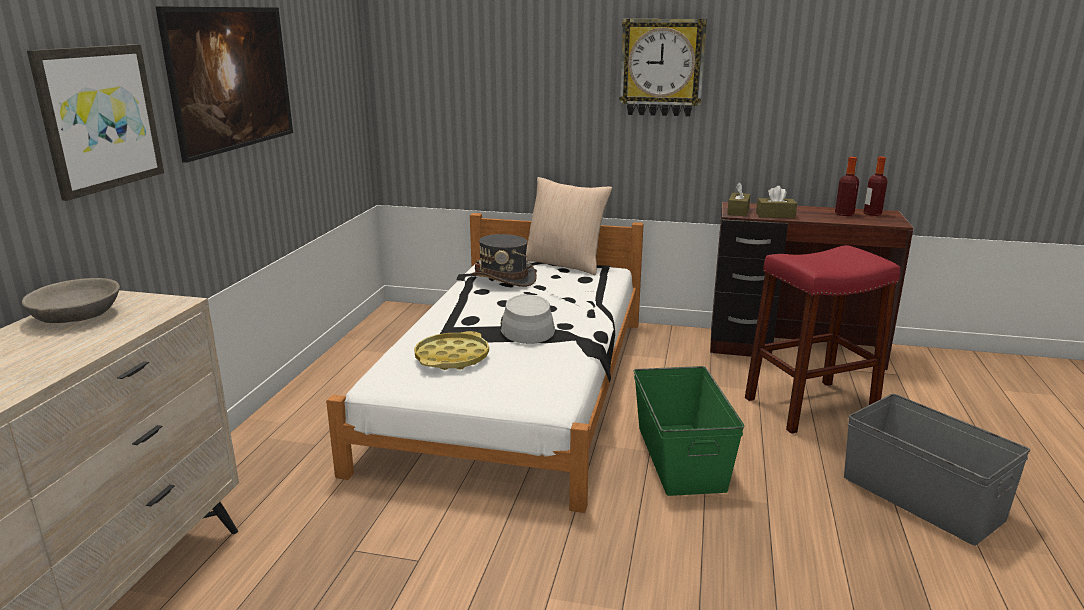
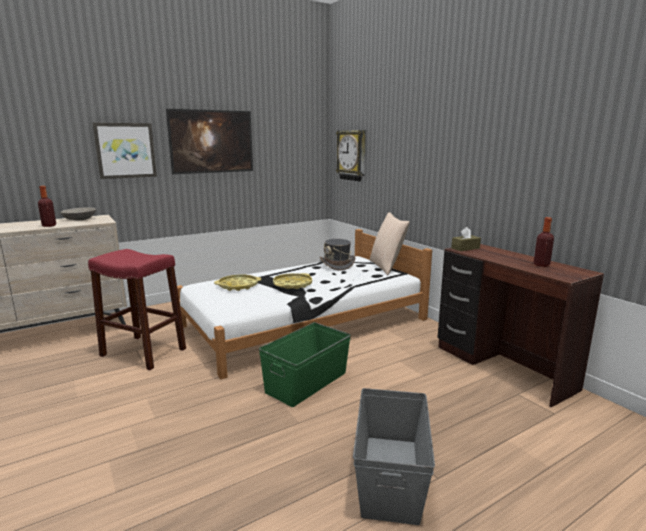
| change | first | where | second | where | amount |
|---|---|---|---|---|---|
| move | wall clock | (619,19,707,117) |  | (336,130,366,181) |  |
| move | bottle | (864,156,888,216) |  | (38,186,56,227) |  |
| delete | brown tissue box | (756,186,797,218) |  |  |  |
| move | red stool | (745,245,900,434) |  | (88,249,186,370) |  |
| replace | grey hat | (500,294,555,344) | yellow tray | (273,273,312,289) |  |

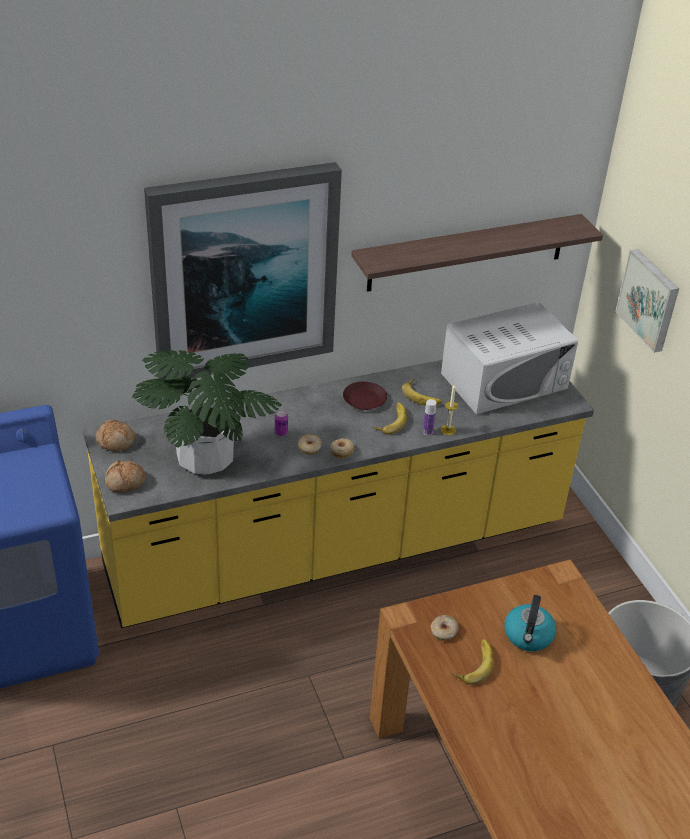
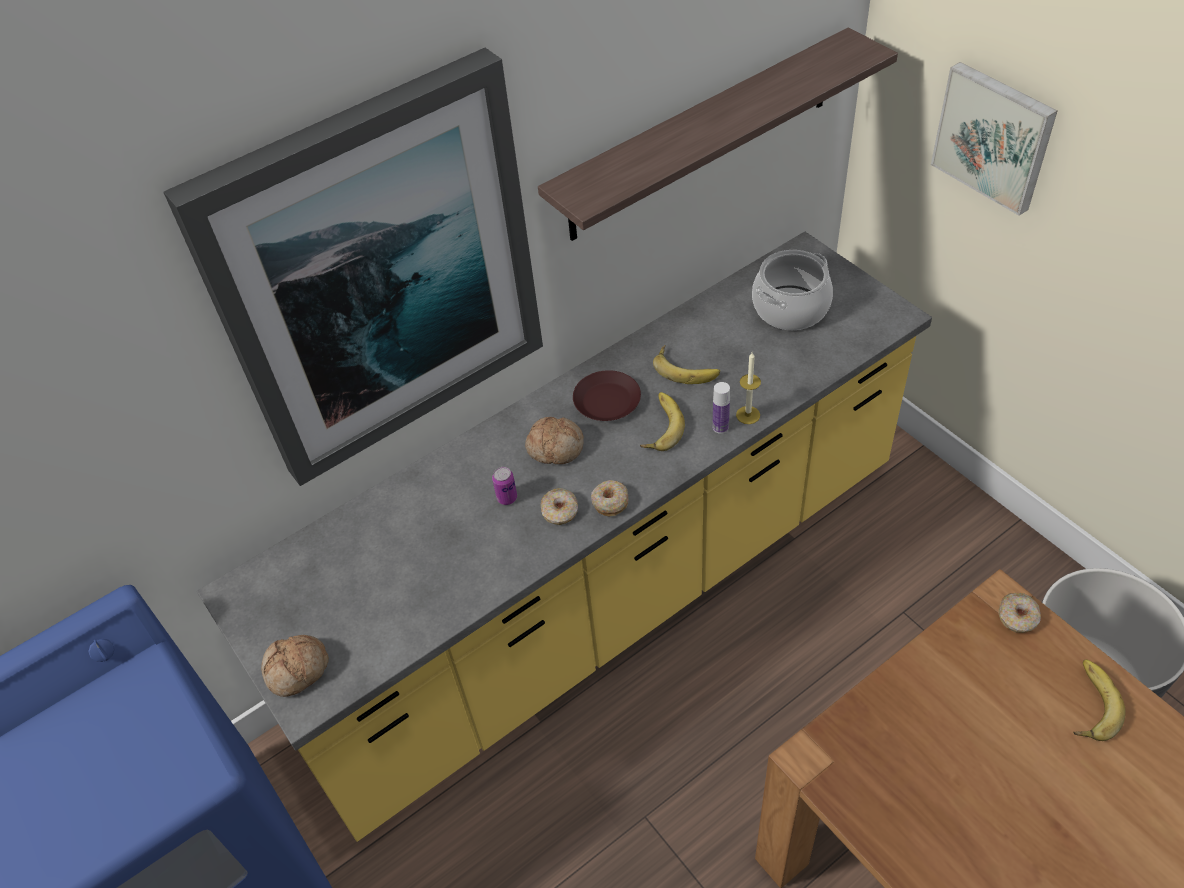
| change | first | where | second | where | amount |
|---|---|---|---|---|---|
| replace | white microwave | (441,302,578,414) | cooking pot | (752,250,833,330) |  |
| delete | potted plant | (132,350,282,475) |  |  |  |
| move | bread | (95,420,135,452) |  | (525,417,584,464) |  |
| delete | kettle | (504,595,556,651) |  |  |  |
| move | donut | (430,615,458,641) |  | (998,593,1041,633) |  |
| move | banana | (453,639,494,685) |  | (1073,659,1125,741) |  |

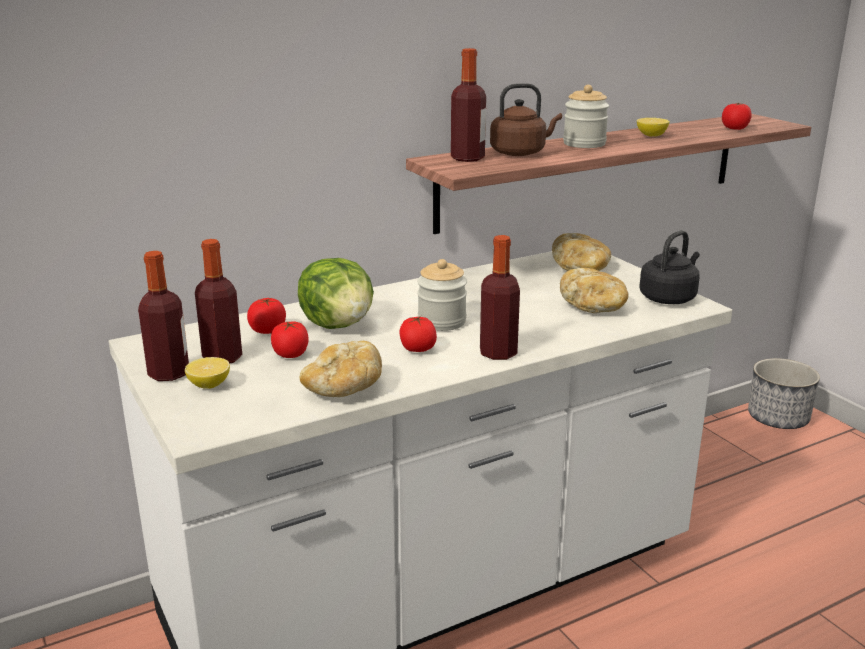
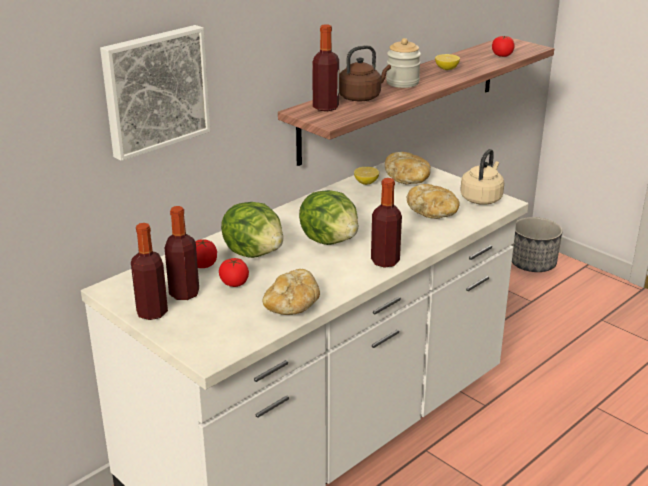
| change | first | where | second | where | amount |
|---|---|---|---|---|---|
| recolor | black kettle | (639,230,700,304) | beige kettle | (460,149,504,205) |  |
| replace | jar | (417,259,467,331) | lettuce | (299,190,358,245) |  |
| delete | tomato | (399,316,437,352) |  |  |  |
| move | lemon | (185,357,230,389) |  | (354,167,379,185) |  |
| insert |  |  | picture | (100,25,210,161) |  |

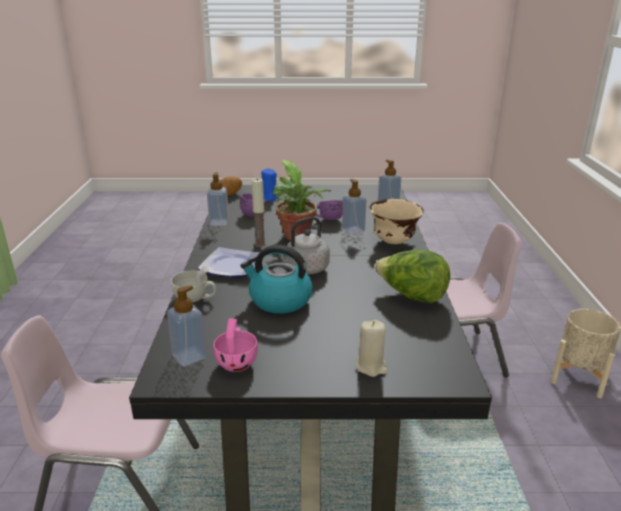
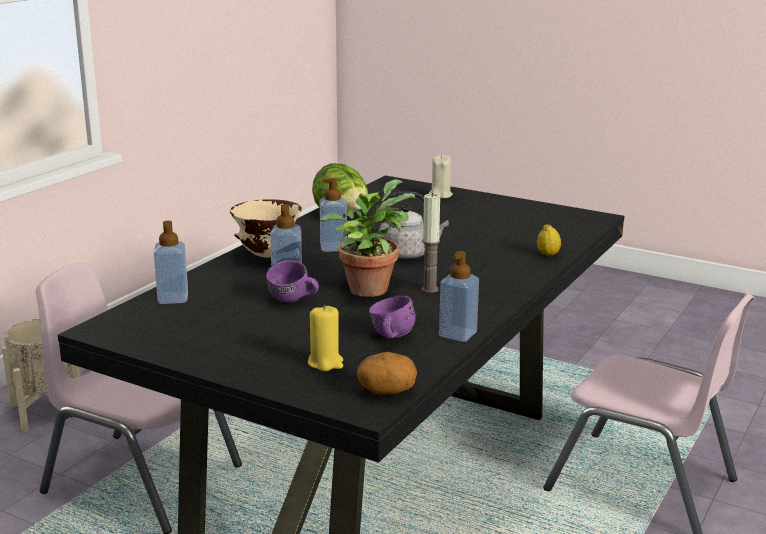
| change | first | where | second | where | amount |
|---|---|---|---|---|---|
| recolor | blue candle | (261,169,279,201) | yellow candle | (308,305,343,371) |  |
| delete | kettle | (241,245,313,314) |  |  |  |
| delete | plate | (198,247,260,277) |  |  |  |
| replace | white cup | (171,266,216,302) | lemon | (537,224,561,256) |  |
| move | soap dispenser | (167,285,206,366) |  | (320,178,347,252) |  |
| delete | pink cup | (214,318,258,372) |  |  |  |

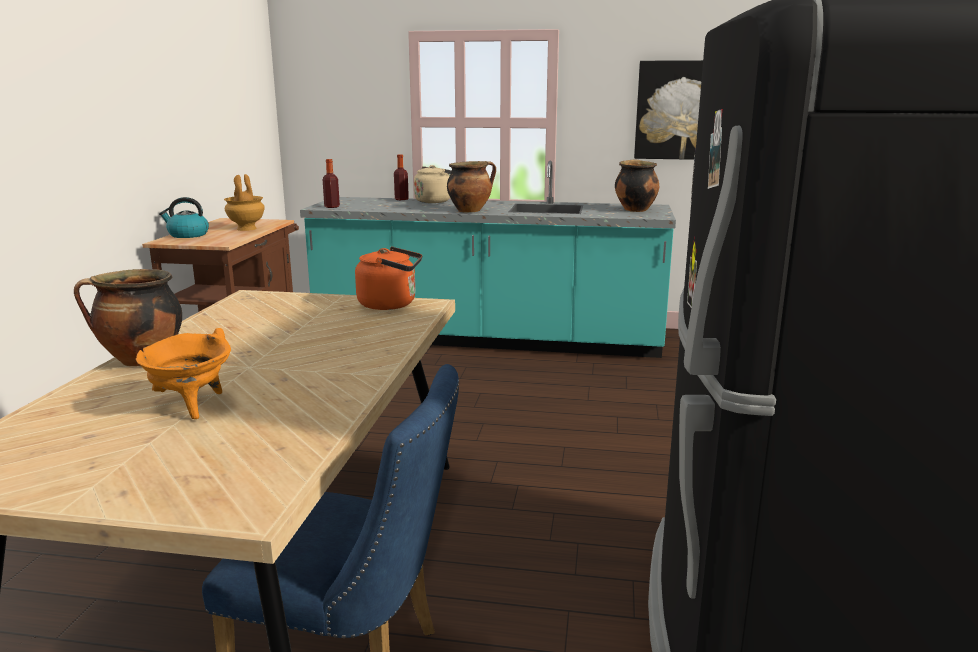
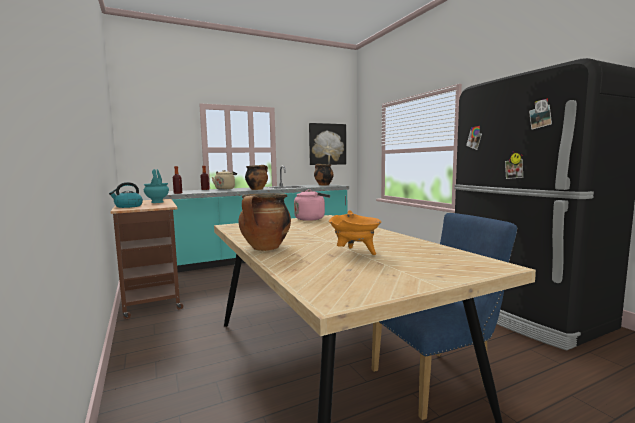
| change | first | where | second | where | amount |
|---|---|---|---|---|---|
| recolor | brown vase | (224,174,265,231) | turquoise vase | (144,169,169,203) |  |
| recolor | orange kettle | (355,247,422,310) | pink kettle | (294,189,330,221) |  |

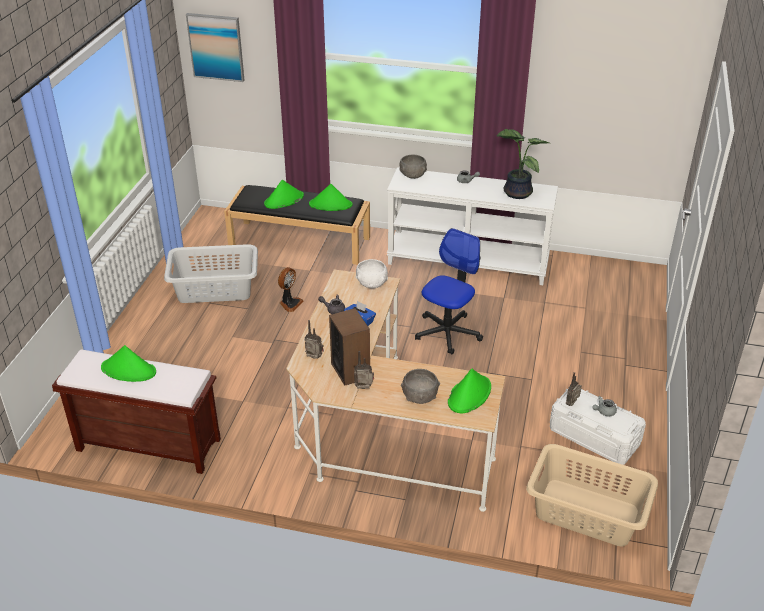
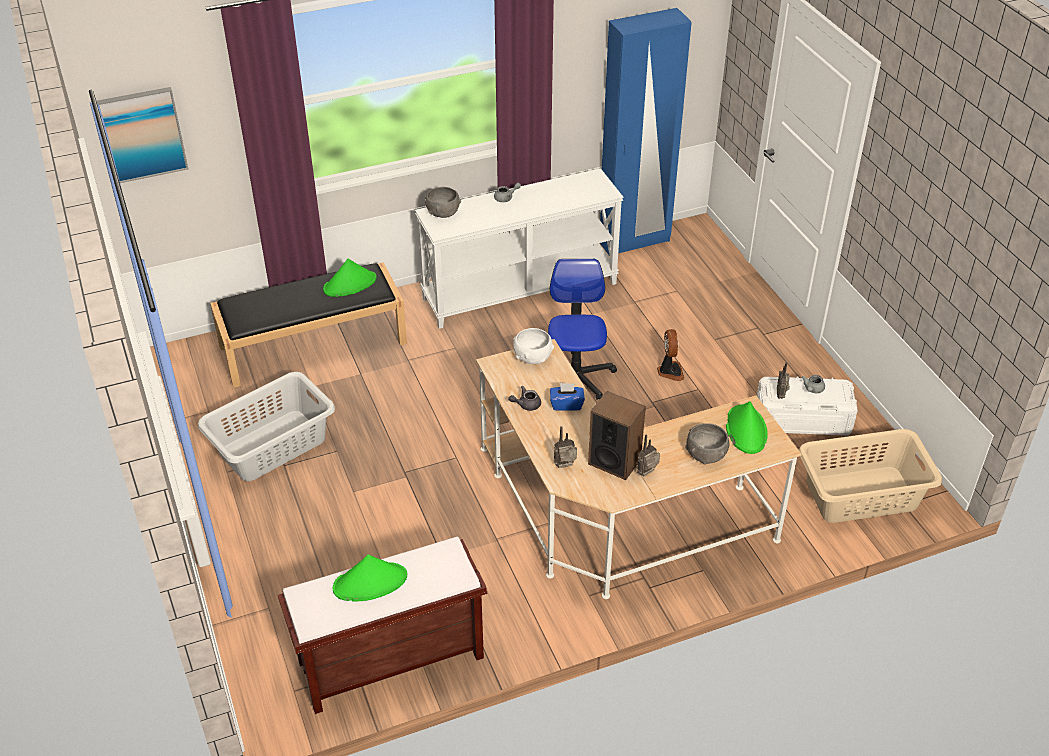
| change | first | where | second | where | amount |
|---|---|---|---|---|---|
| delete | potted plant | (497,129,549,199) |  |  |  |
| delete | green hat | (264,180,304,209) |  |  |  |
| move | fan | (278,267,303,312) |  | (657,329,684,381) |  |
| insert |  |  | blue wardrobe | (600,8,692,256) |  |

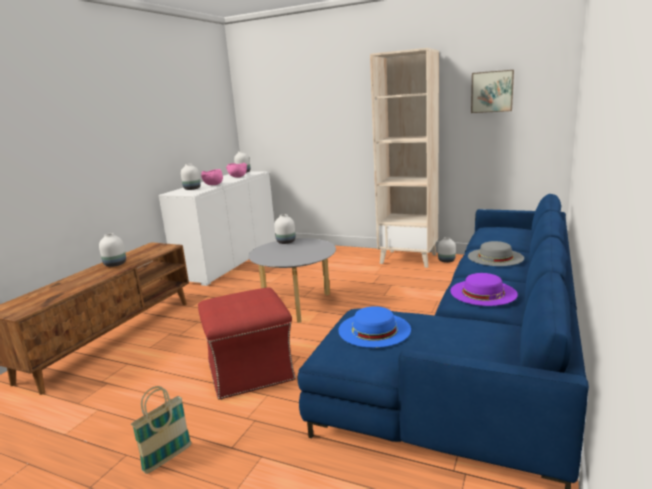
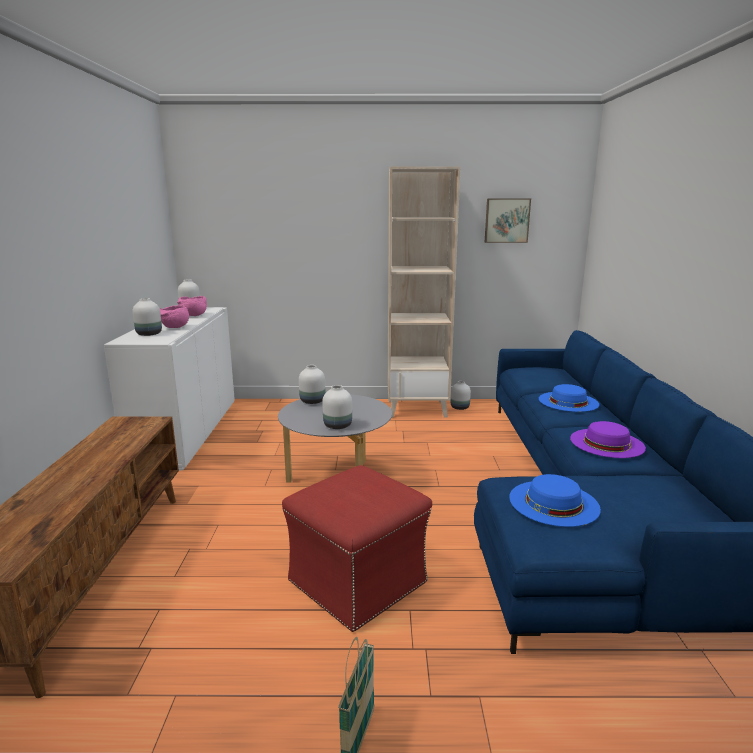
| change | first | where | second | where | amount |
|---|---|---|---|---|---|
| move | white vase | (99,233,126,267) |  | (322,385,352,429) |  |
| recolor | grey hat | (468,241,524,266) | blue hat | (539,384,599,412) |  |

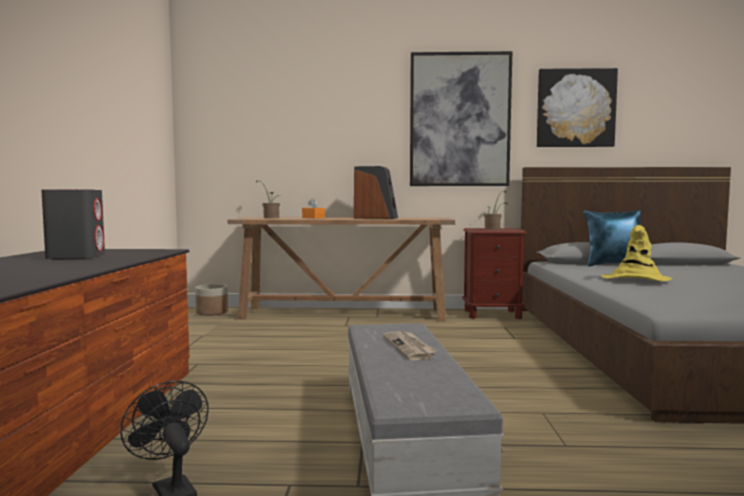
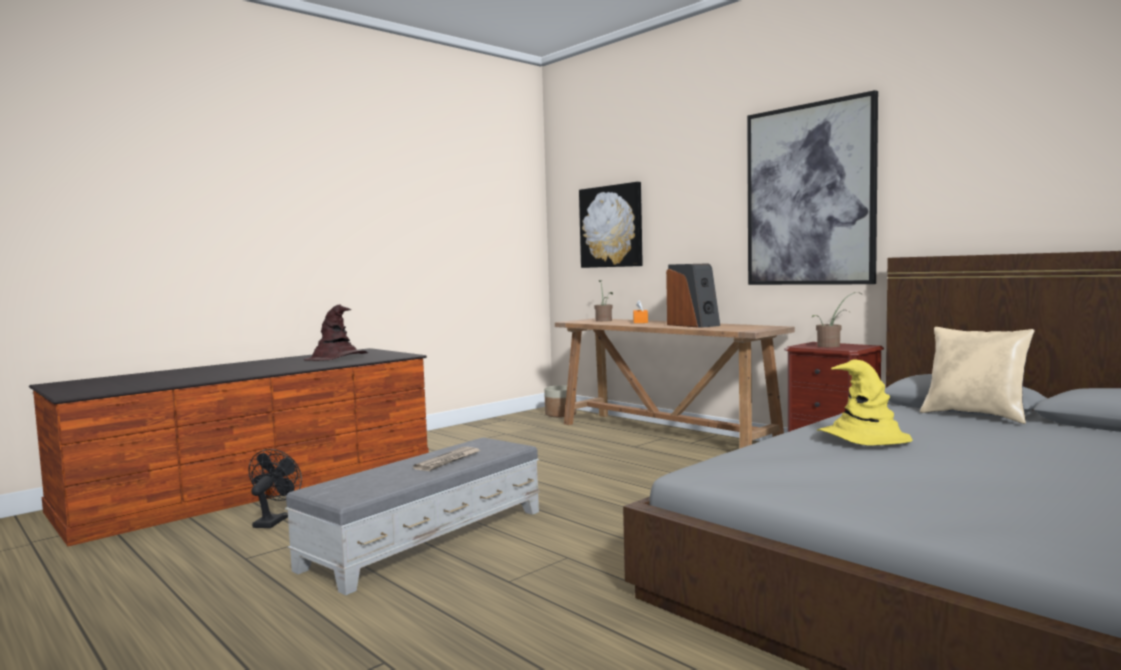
| change | first | where | second | where | amount |
|---|---|---|---|---|---|
| move | picture | (537,68,618,147) |  | (579,182,643,268) |  |
| replace | grey speaker | (41,189,105,260) | brown hat | (304,304,368,361) |  |
| recolor | blue pillow | (583,210,641,266) | beige pillow | (920,327,1035,424) |  |

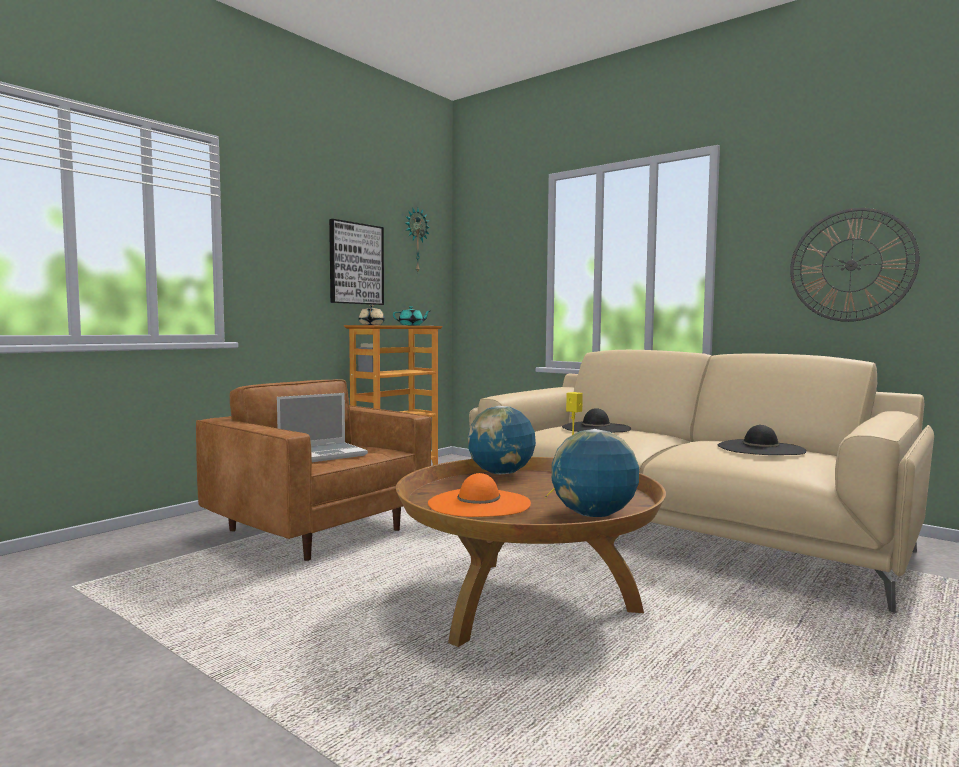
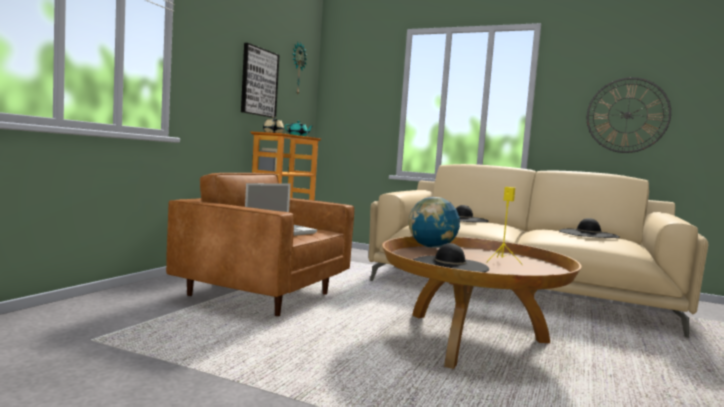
| change | first | where | second | where | amount |
|---|---|---|---|---|---|
| delete | globe | (552,429,639,517) |  |  |  |
| recolor | orange hat | (428,473,531,517) | black hat | (413,243,489,272) |  |

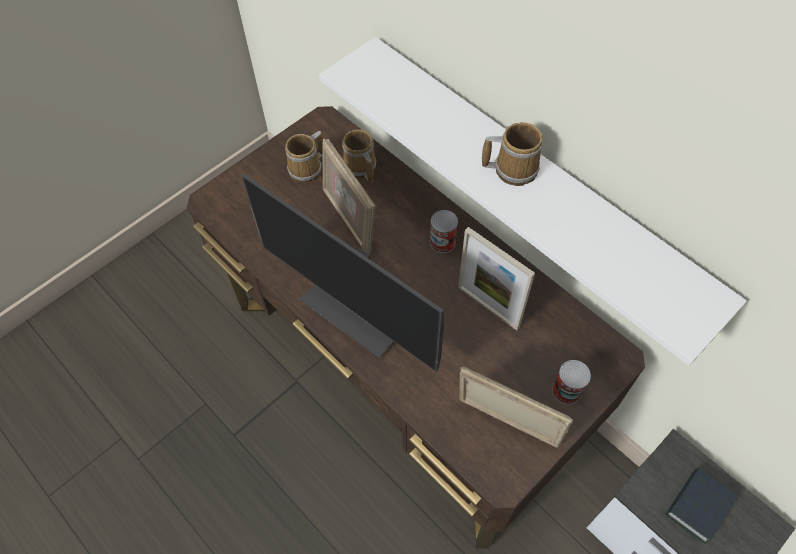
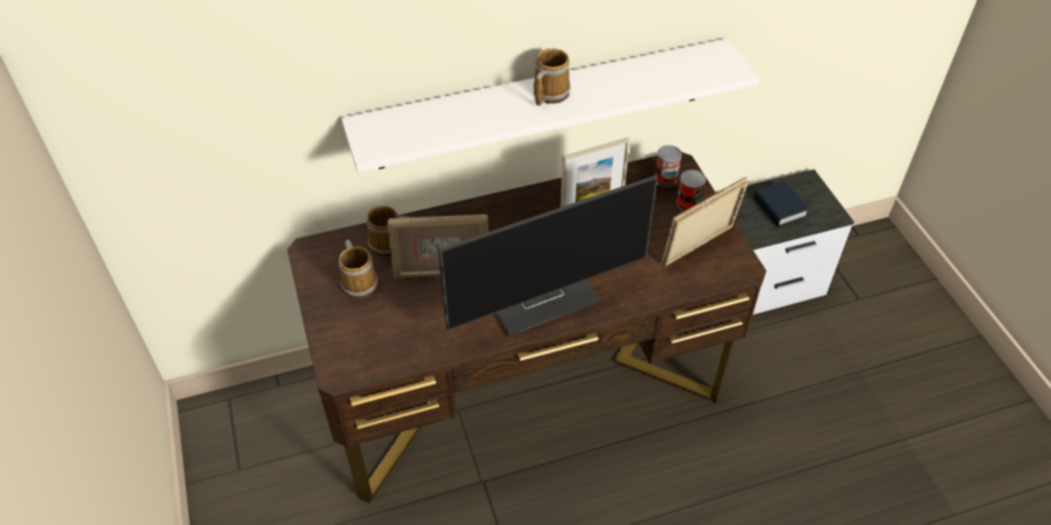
| change | first | where | second | where | amount |
|---|---|---|---|---|---|
| move | can | (430,210,458,253) |  | (654,145,682,187) |  |

